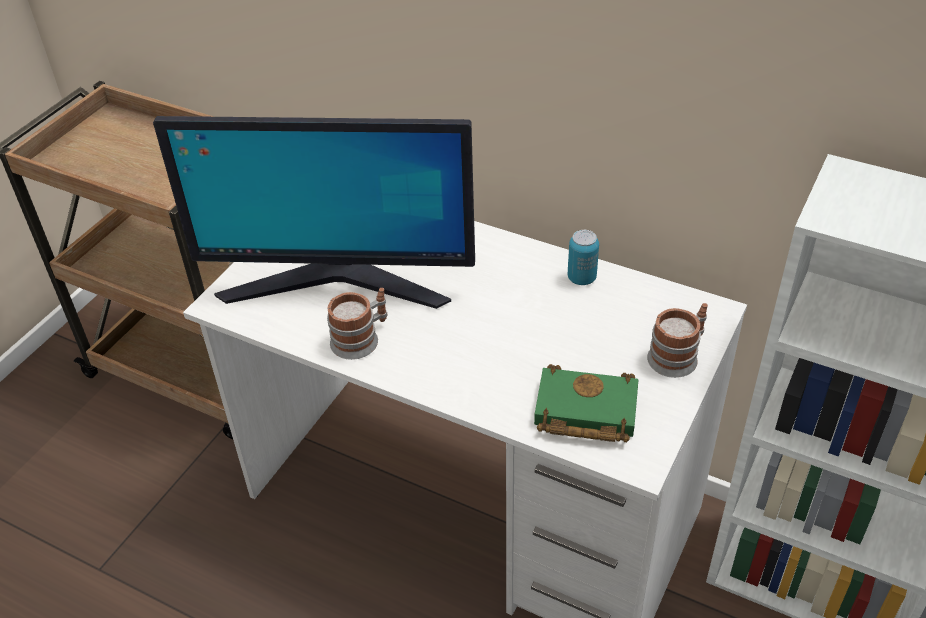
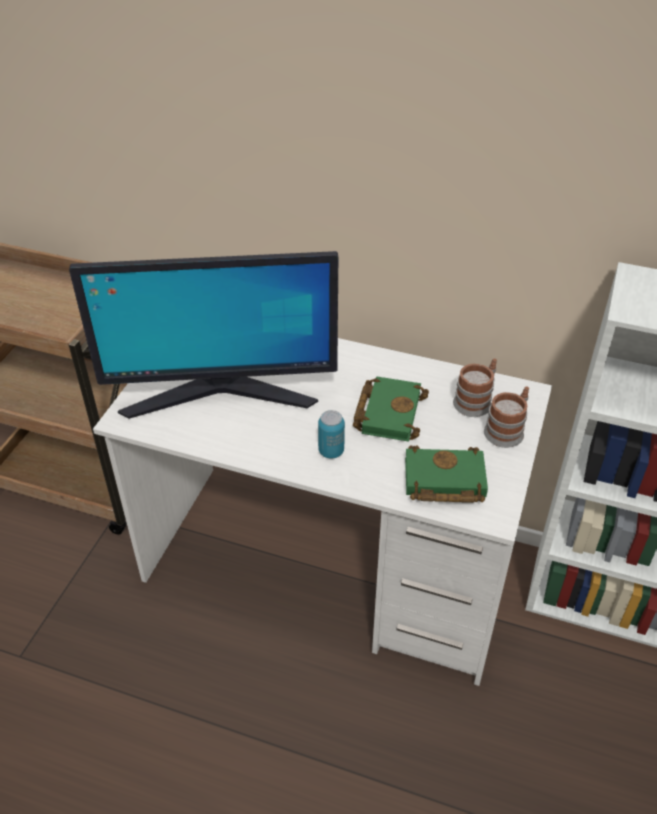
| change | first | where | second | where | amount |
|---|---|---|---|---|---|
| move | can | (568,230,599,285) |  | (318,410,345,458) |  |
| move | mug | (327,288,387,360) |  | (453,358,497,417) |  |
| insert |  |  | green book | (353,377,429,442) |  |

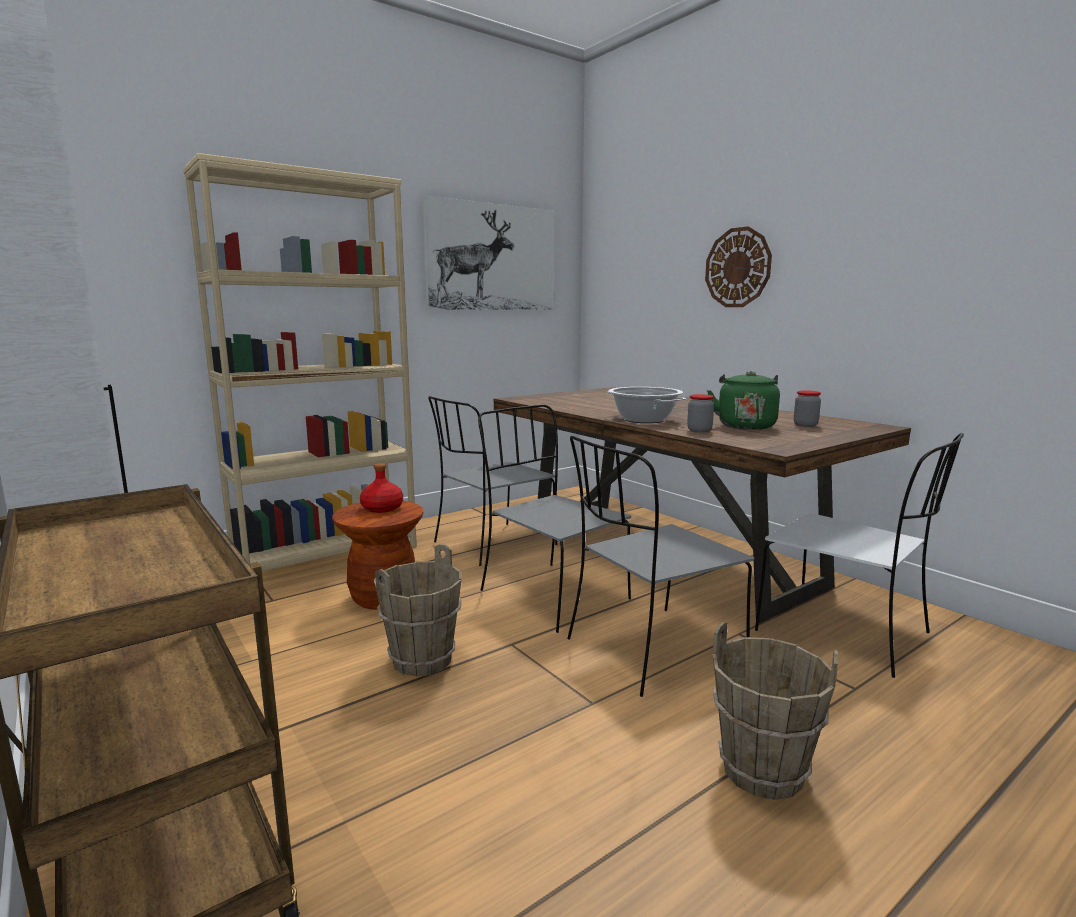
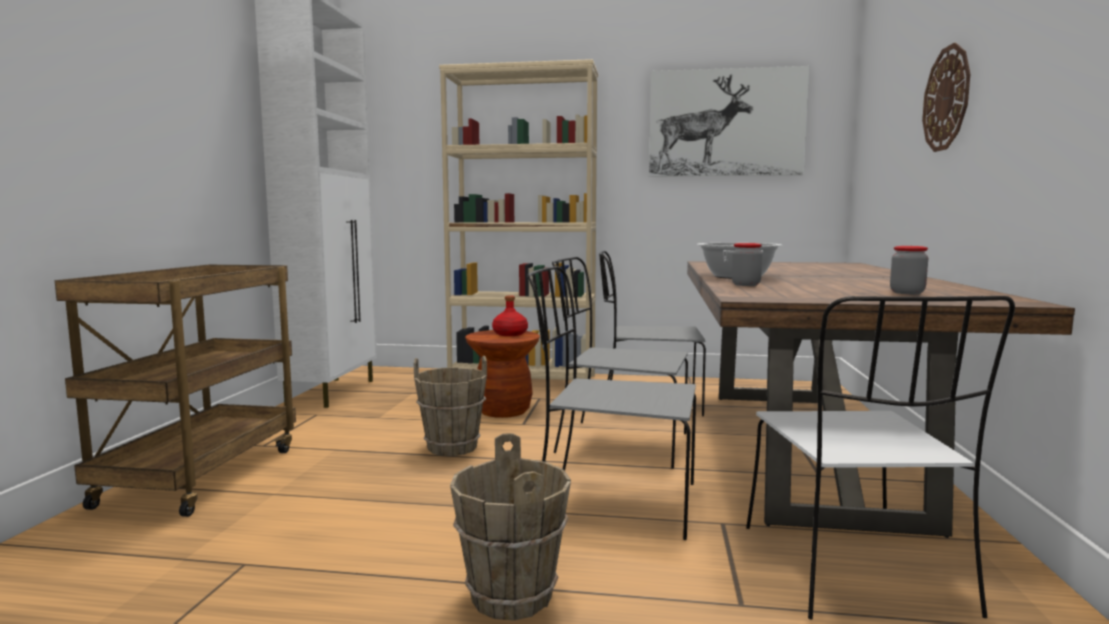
| change | first | where | second | where | amount |
|---|---|---|---|---|---|
| delete | green kettle | (707,371,780,430) |  |  |  |
| rotate | grey chair | (478,404,631,633) |  | (552,257,688,468) | 75 degrees counterclockwise |

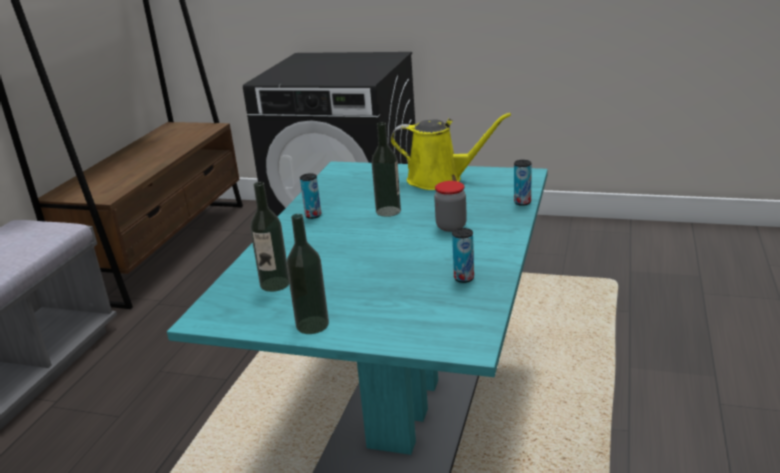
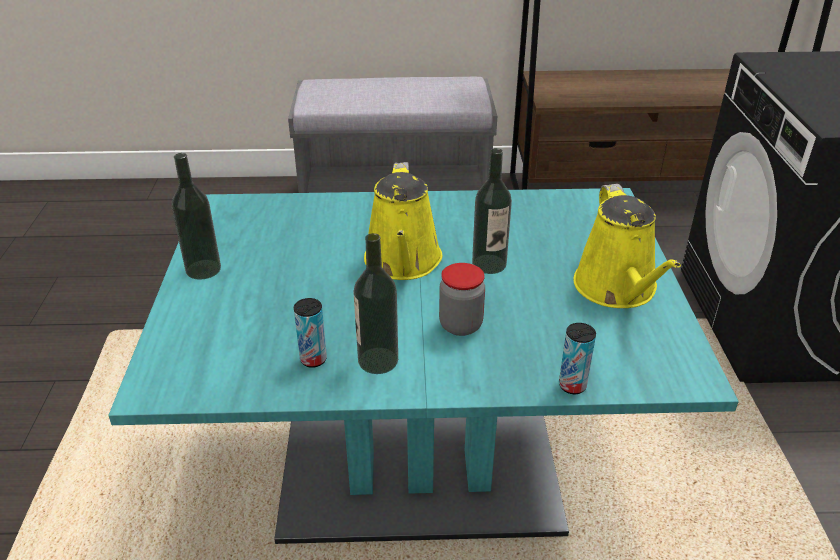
| change | first | where | second | where | amount |
|---|---|---|---|---|---|
| delete | can | (300,173,321,219) |  |  |  |
| move | bottle | (250,182,289,292) |  | (353,233,398,374) |  |
| insert |  |  | yellow watering can | (364,162,442,280) |  |

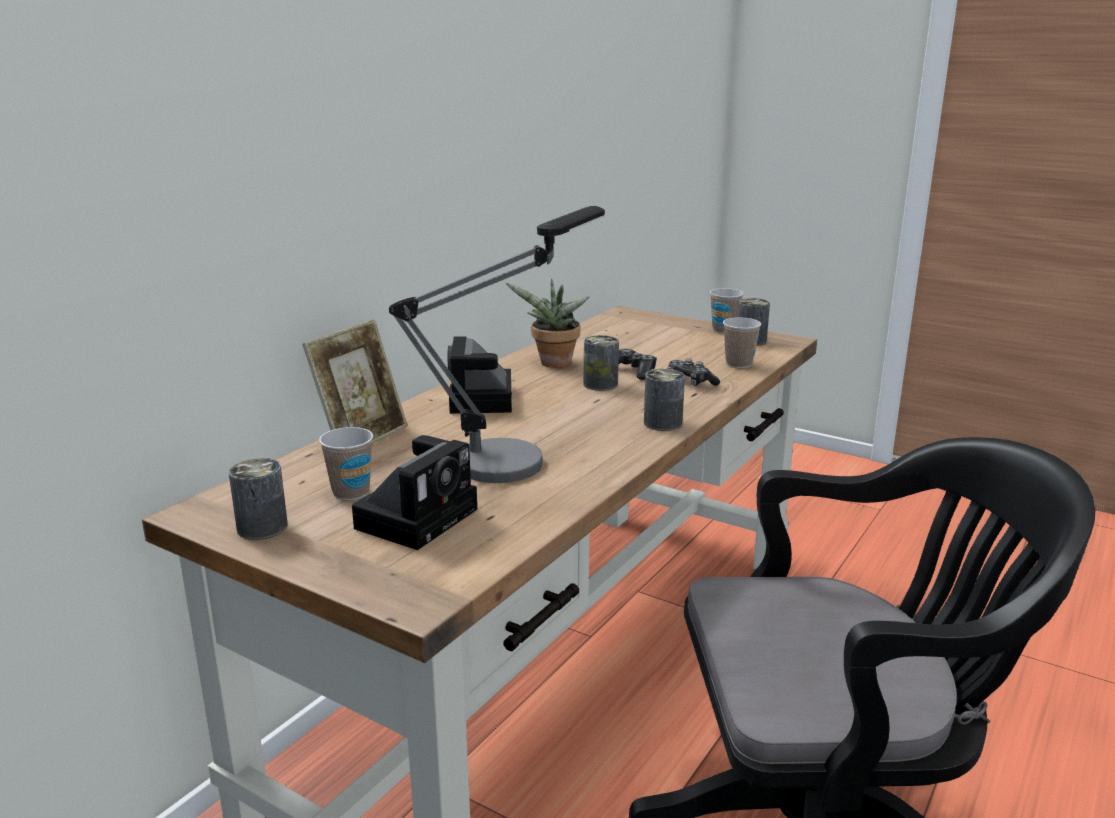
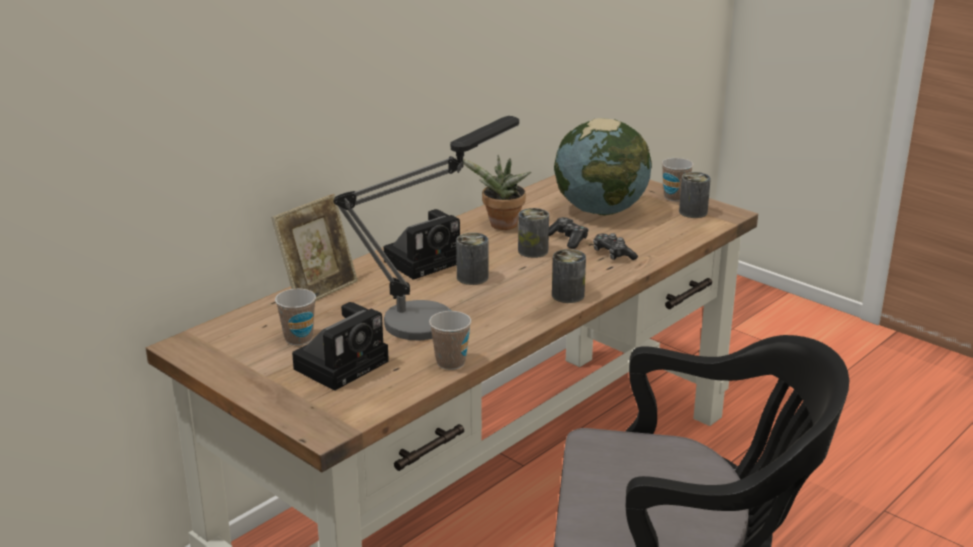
| change | first | where | second | where | amount |
|---|---|---|---|---|---|
| move | cup | (723,317,761,368) |  | (429,311,471,370) |  |
| rotate | photo camera | (448,336,512,414) |  | (383,209,460,280) | 135 degrees counterclockwise |
| move | can | (228,458,288,540) |  | (456,233,488,285) |  |
| insert |  |  | globe | (554,118,652,216) |  |

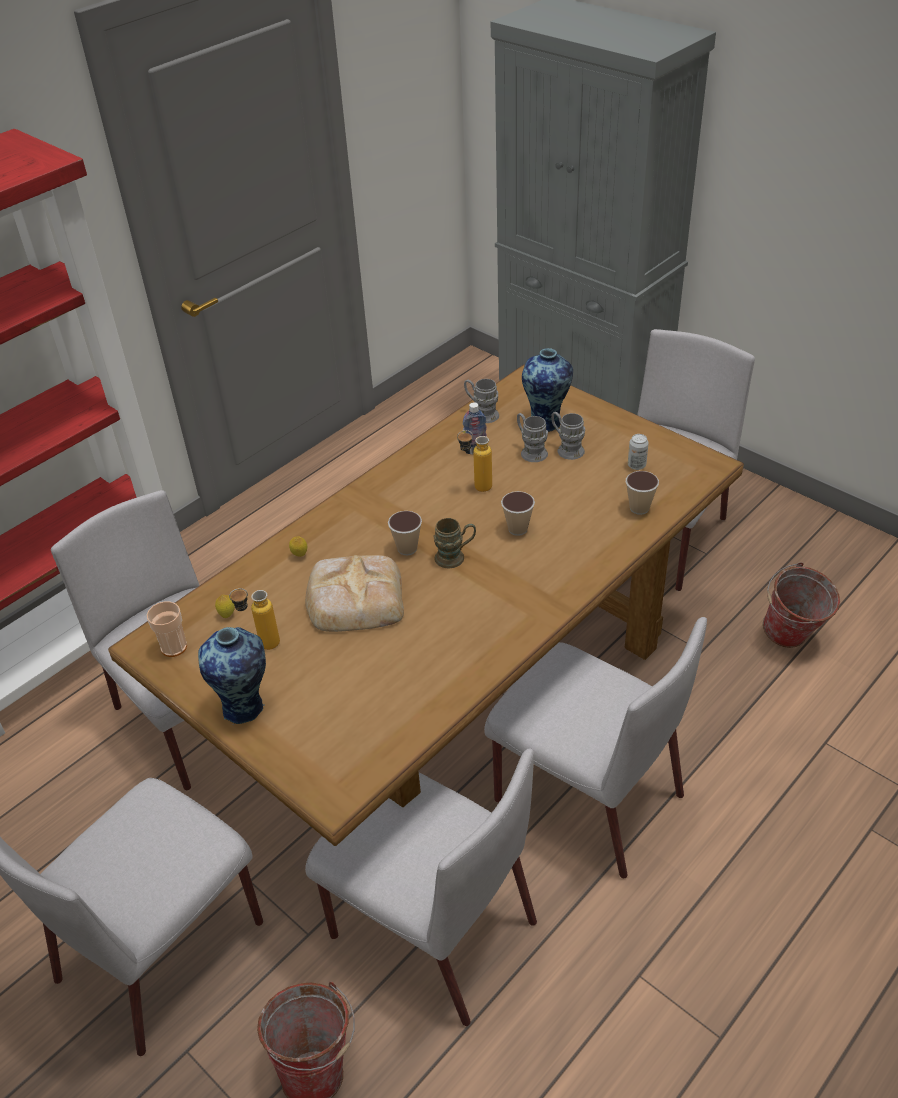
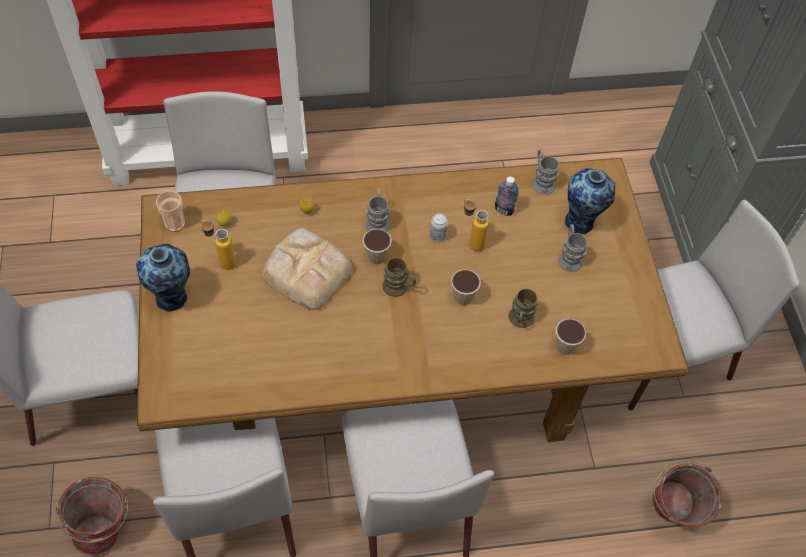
| change | first | where | second | where | amount |
|---|---|---|---|---|---|
| move | grey mug | (517,413,548,462) |  | (366,188,390,232) |  |
| move | can | (628,434,649,470) |  | (430,213,448,242) |  |
| insert |  |  | brown mug | (509,289,538,328) |  |

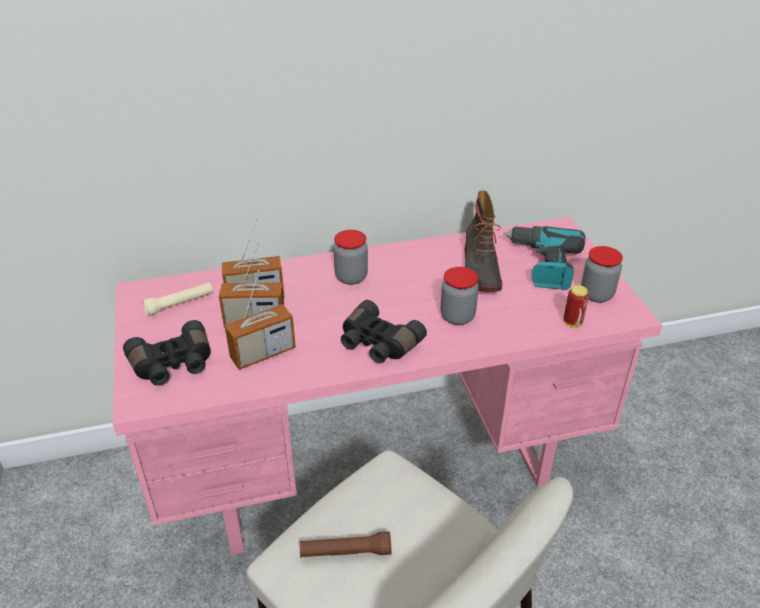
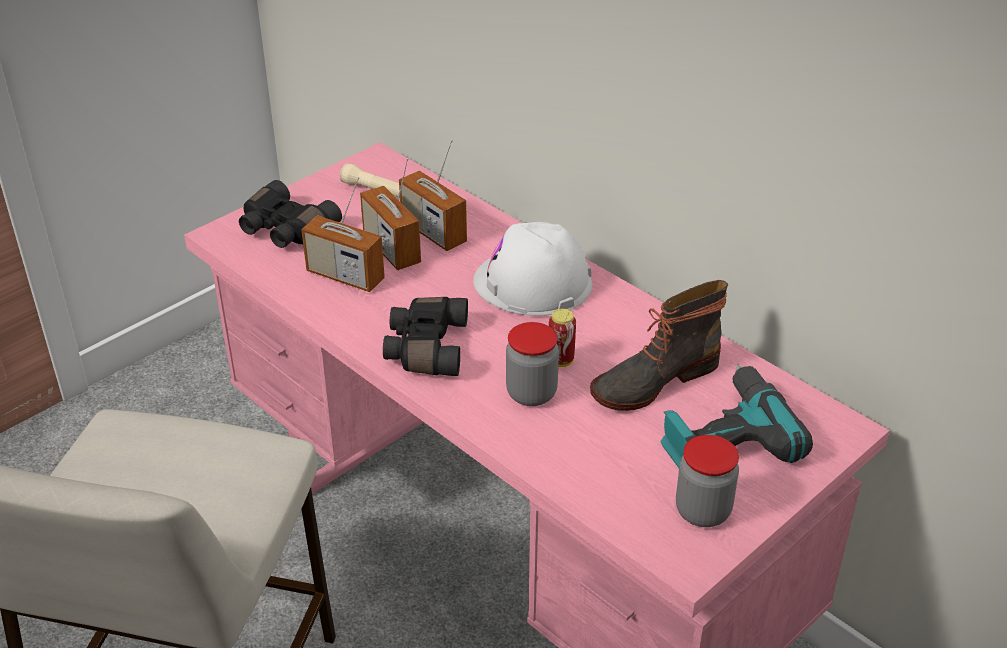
| change | first | where | second | where | amount |
|---|---|---|---|---|---|
| replace | jar | (333,230,368,285) | white hard hat | (473,222,592,316) |  |
| move | can | (564,285,589,327) |  | (549,309,576,367) |  |
| delete | brown flashlight | (300,531,391,558) |  |  |  |

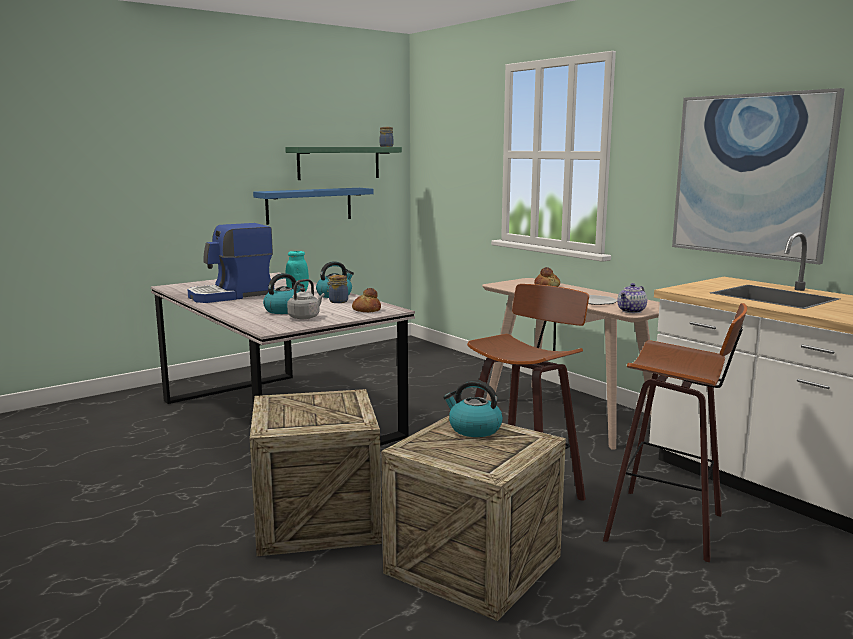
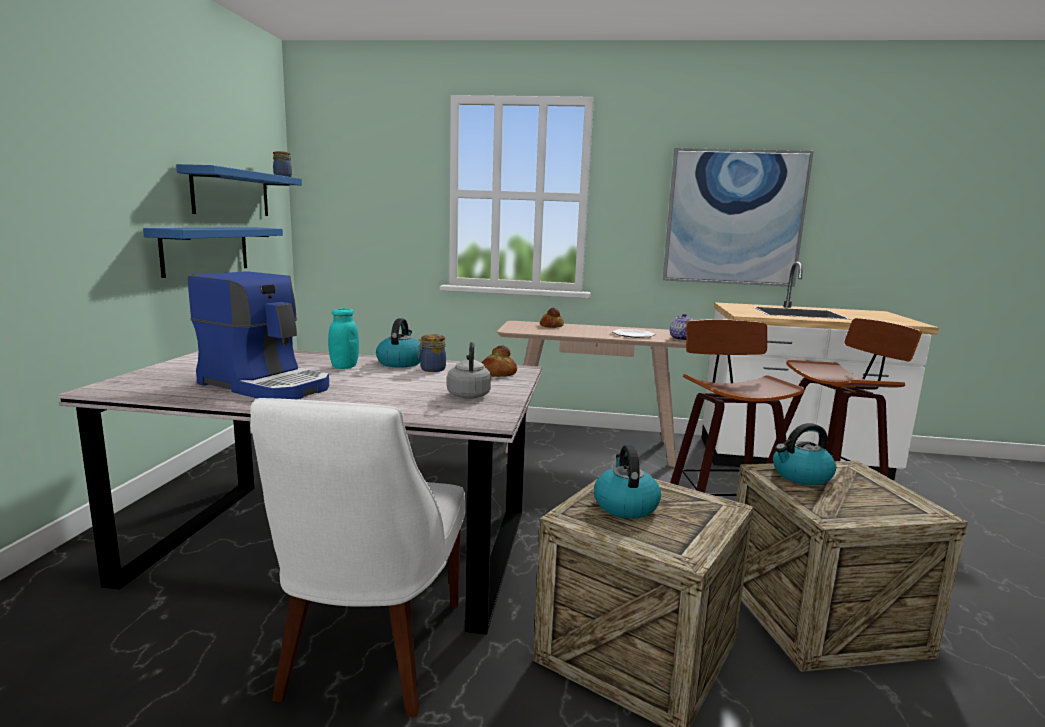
| change | first | where | second | where | amount |
|---|---|---|---|---|---|
| recolor | green shelf | (285,147,402,180) | blue shelf | (176,164,302,216) |  |
| rotate | coffee machine | (188,223,274,303) |  | (188,271,329,399) | 75 degrees counterclockwise |
| move | kettle | (263,273,304,314) |  | (594,445,661,519) |  |
| insert |  |  | white chair | (250,398,466,717) |  |

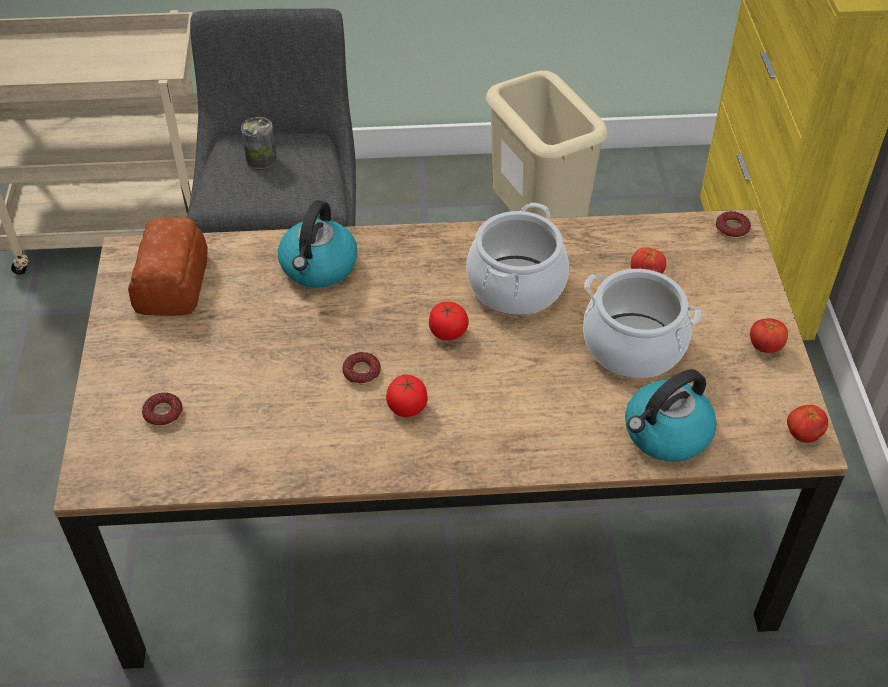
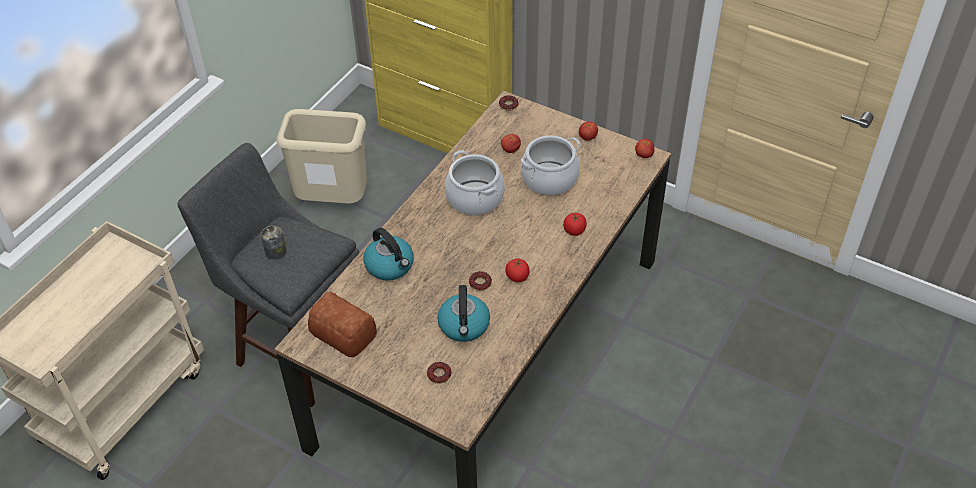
| change | first | where | second | where | amount |
|---|---|---|---|---|---|
| move | tomato | (429,302,469,341) |  | (563,213,587,236) |  |
| move | kettle | (625,369,717,462) |  | (437,285,490,342) |  |

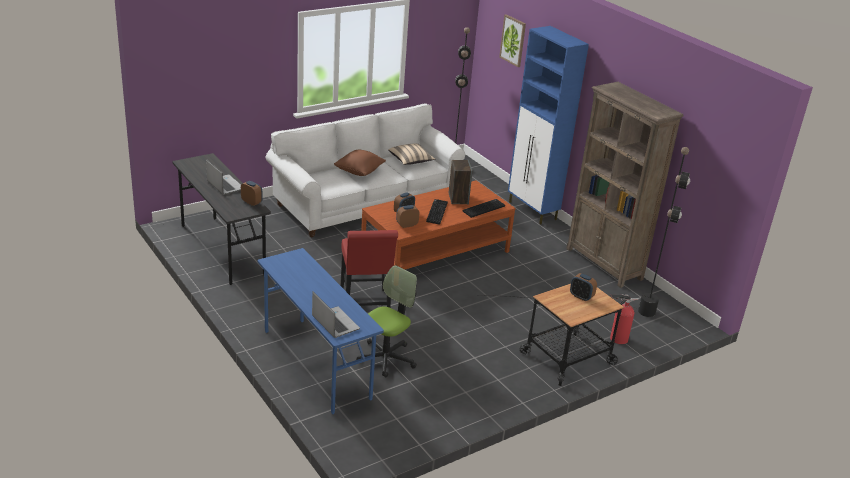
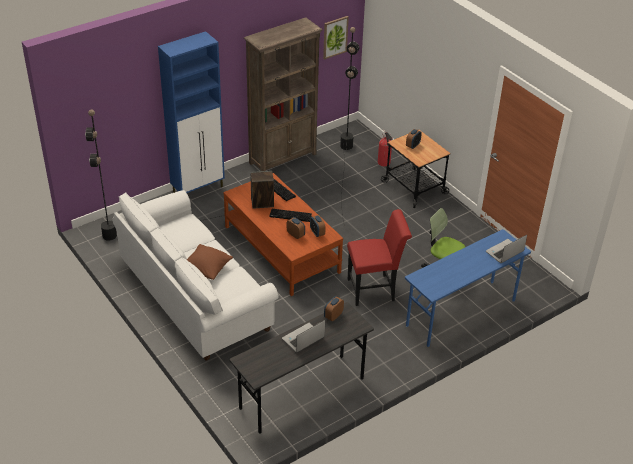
| change | first | where | second | where | amount |
|---|---|---|---|---|---|
| move | picture | (499,14,526,67) |  | (323,16,349,59) |  |
| delete | beige pillow | (388,144,436,165) |  |  |  |

